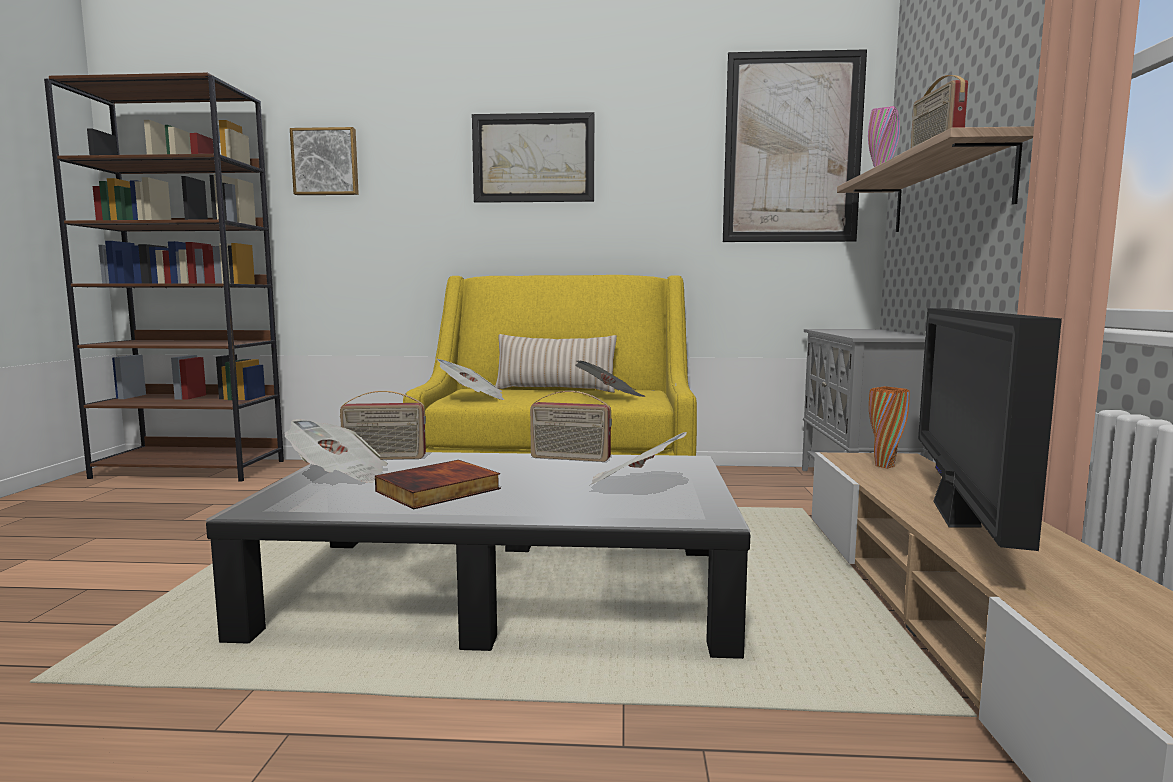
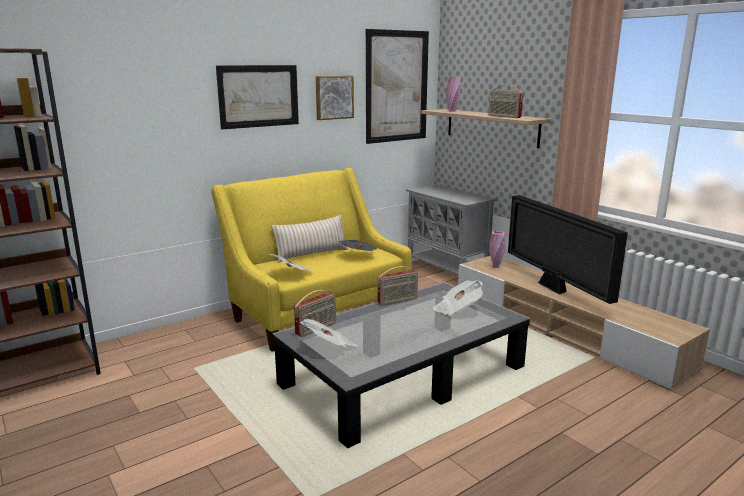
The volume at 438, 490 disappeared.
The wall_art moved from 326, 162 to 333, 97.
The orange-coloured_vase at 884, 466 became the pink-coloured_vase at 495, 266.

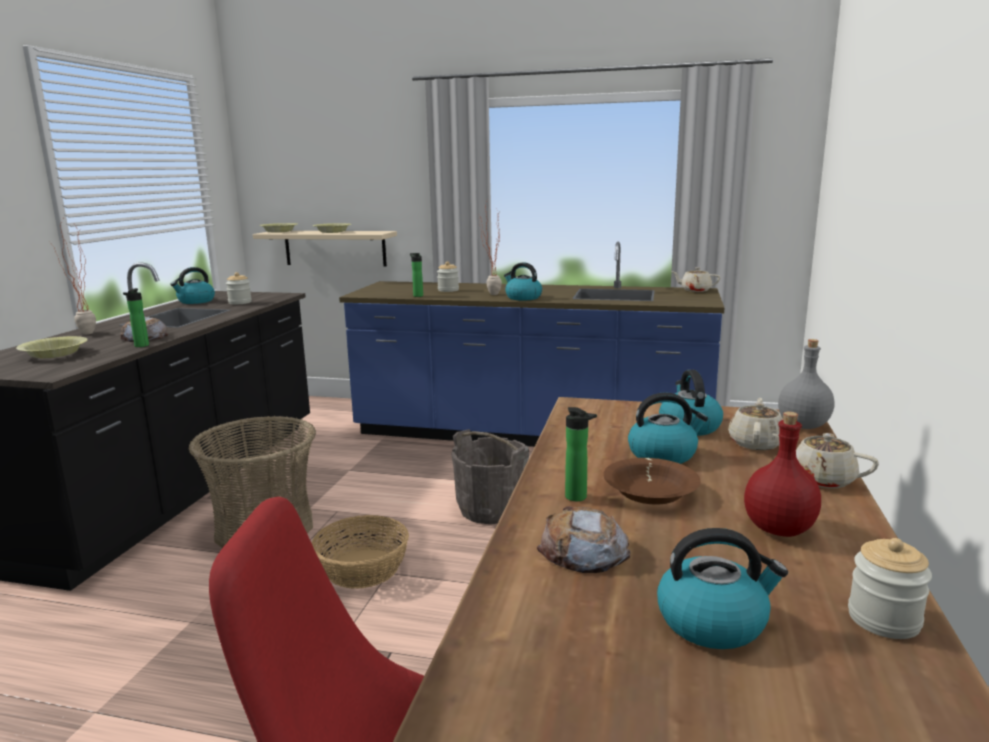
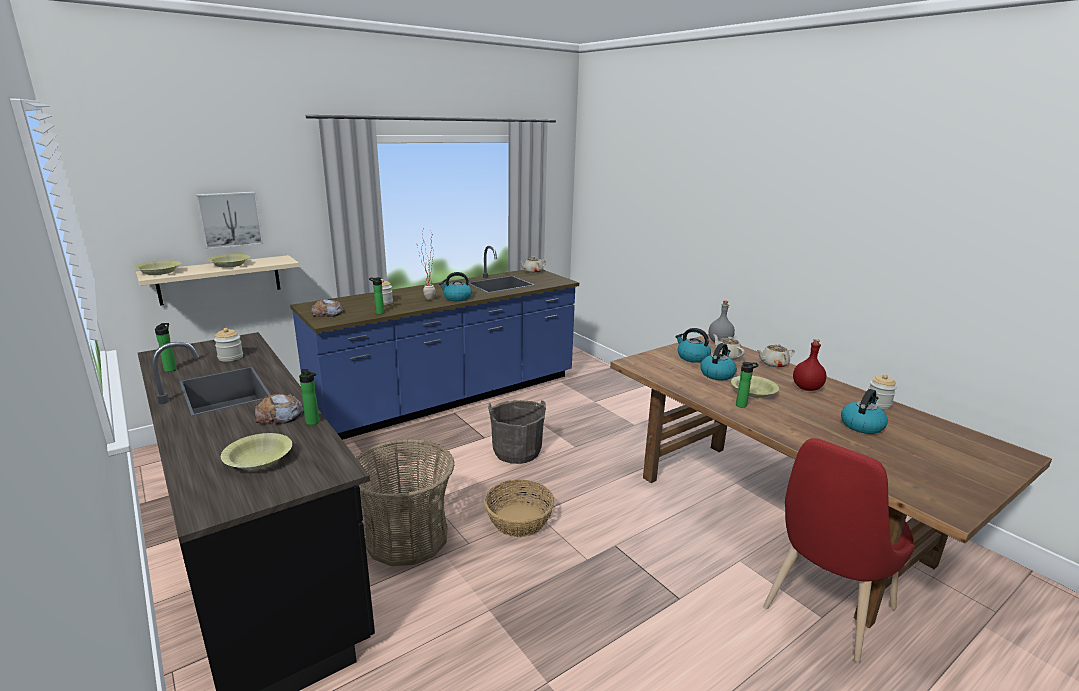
The potted_plant at 83, 335 disappeared.
The wall_art at 230, 219 appeared.
The bread moved from 583, 551 to 327, 313.
The tea_kettle at 195, 301 was replaced by the beverage_bottle at 171, 369.
The brownish_bowl at 650, 493 became the yellowish_bowl at 753, 392.

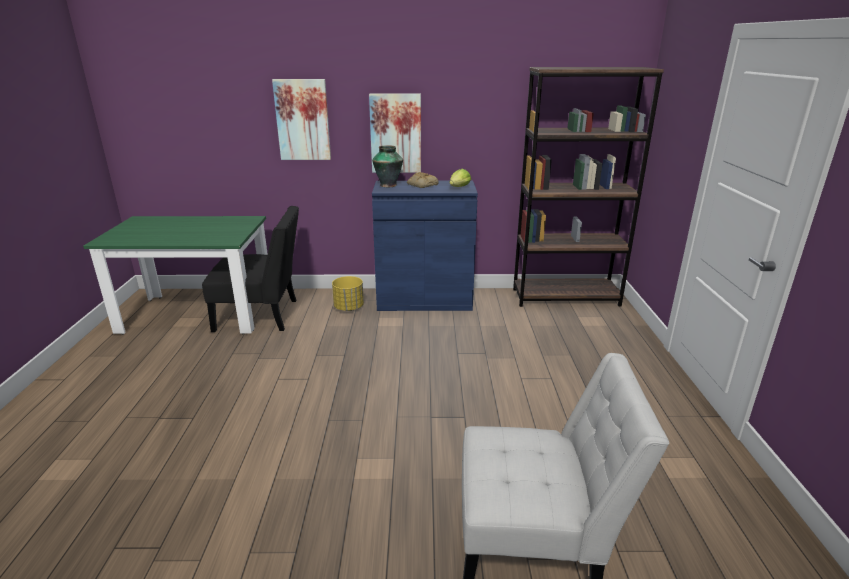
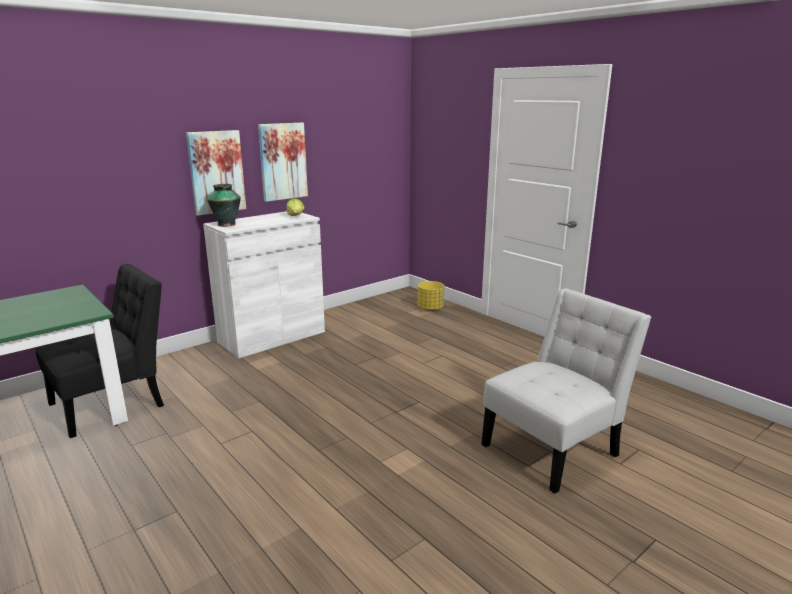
The bread at 421, 184 disappeared.
The brownish_shelving_unit at 565, 297 disappeared.
The wall_art moved from 303, 120 to 283, 161.
The yellowish_plant_pot moved from 349, 307 to 430, 308.
The bluish_cupboard at 424, 300 became the whitish_cupboard at 272, 337.

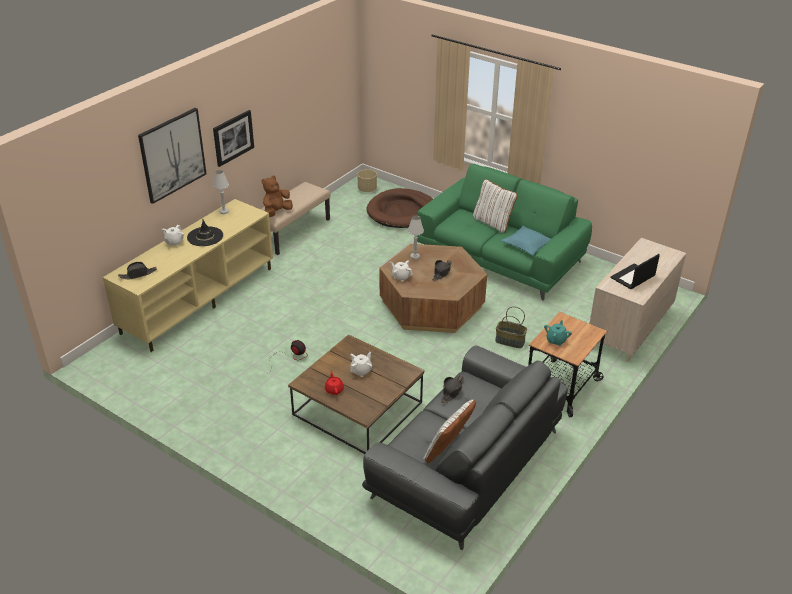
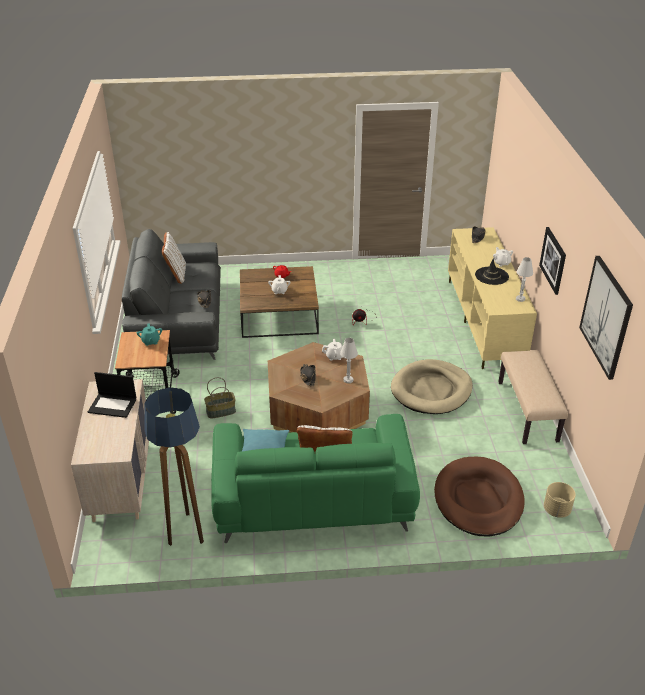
The brownish_cuddly_toy at 276, 212 disappeared.
The standard_lamp at 186, 530 appeared.
The sand-coloured_dog_bed at 431, 390 appeared.
The wall_art moved from 172, 155 to 606, 316.
The notebook_computer at 632, 277 turned 90 degrees clockwise.

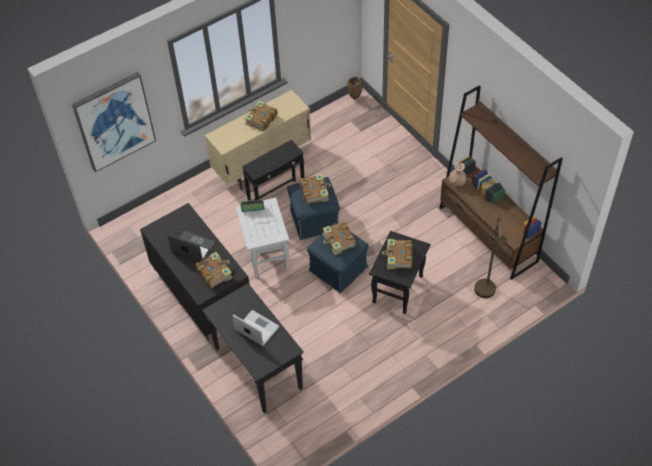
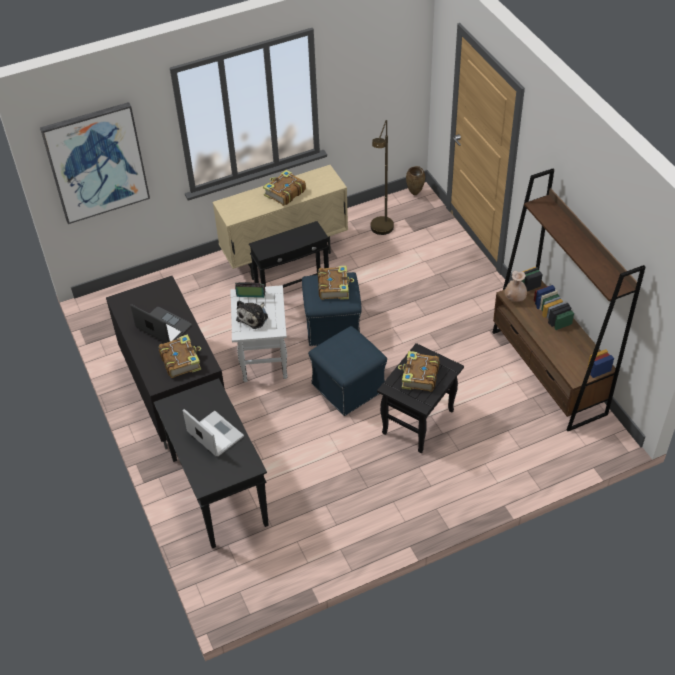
The volume at 339, 241 disappeared.
The cuddly_toy at 253, 317 appeared.
The brownish_standard_lamp moved from 485, 294 to 381, 231.

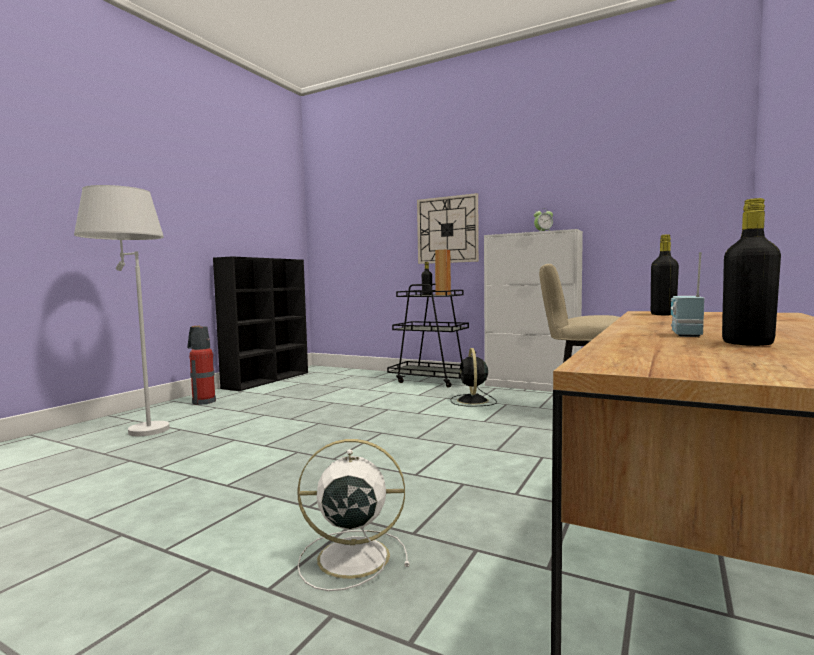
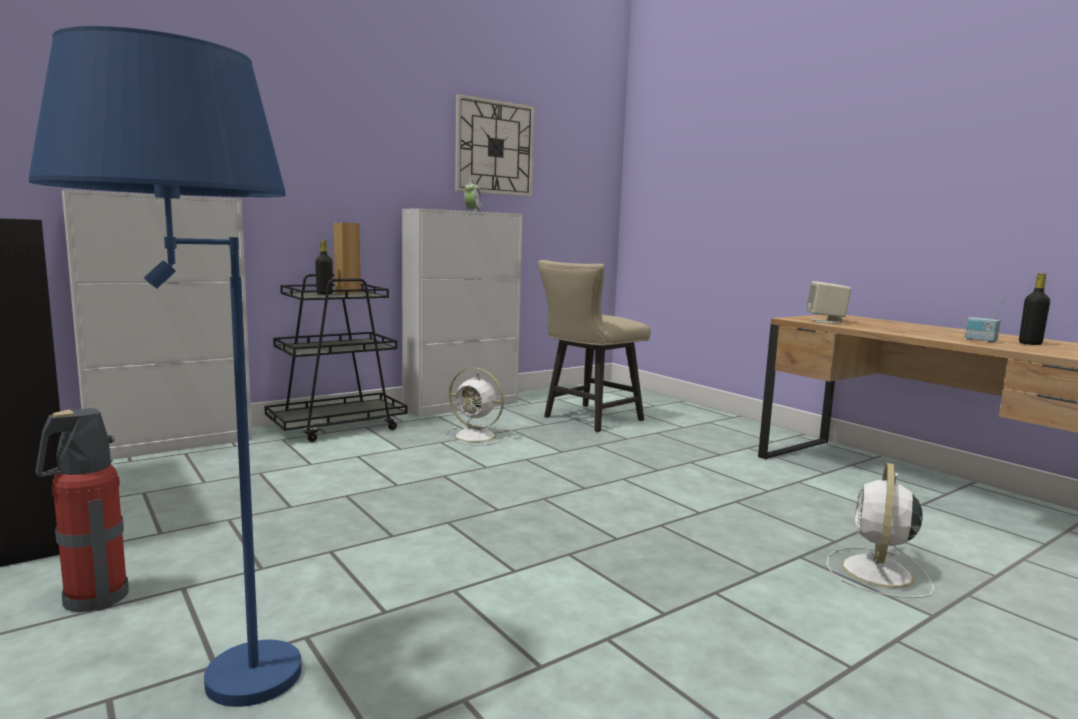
The whitish_cupboard at 172, 444 appeared.
The hanging_clock moved from 447, 230 to 494, 147.
The black-coloured_beverage_bottle at 663, 314 was replaced by the sand-coloured_loudspeaker at 826, 321.
The whitish_standard_lamp at 135, 428 became the bluish_standard_lamp at 199, 697.
The black-coloured_fan at 473, 401 became the whitish_fan at 477, 436.

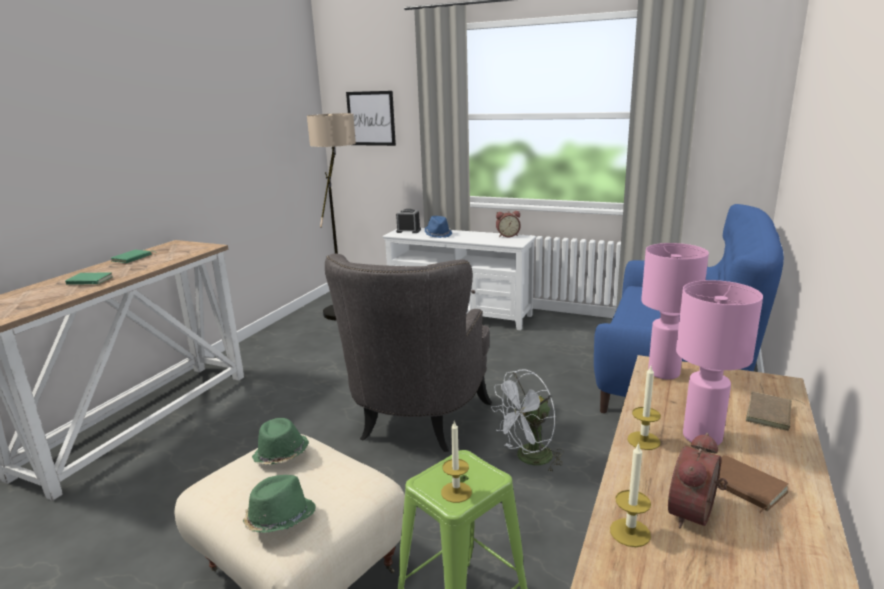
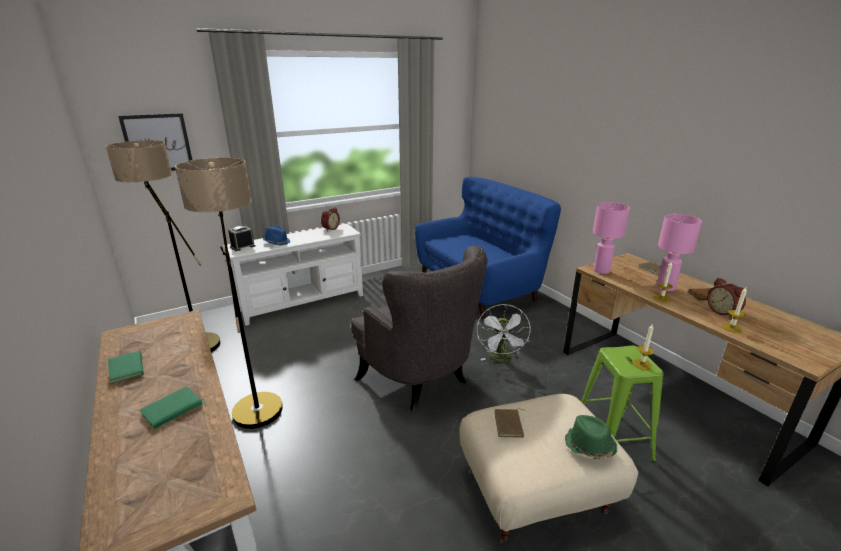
The standard_lamp at 256, 399 appeared.
The green-coloured_wearable_hat at 281, 455 was replaced by the brownish_volume at 509, 425.

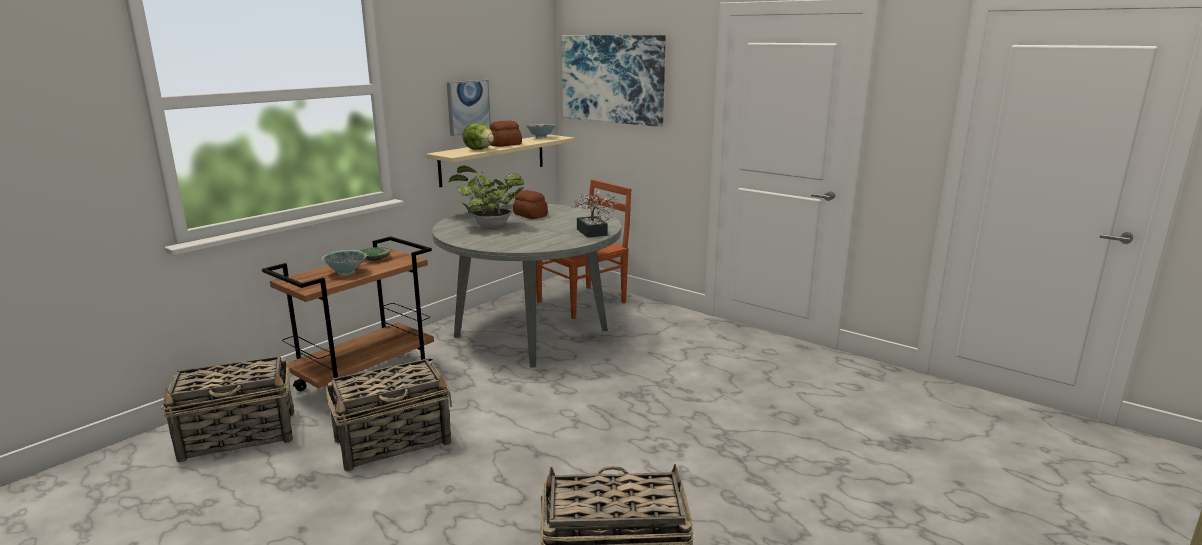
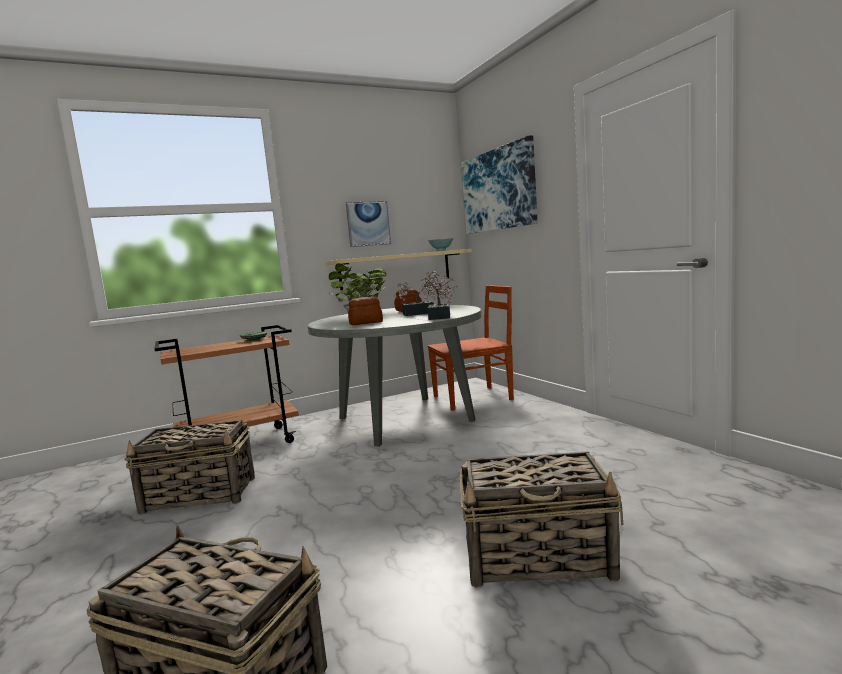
The bowl at 346, 273 disappeared.
The head_of_lettuce at 479, 149 disappeared.
The potted_plant at 422, 313 appeared.
The basket moved from 240, 436 to 539, 558.
The bread moved from 505, 145 to 366, 323.

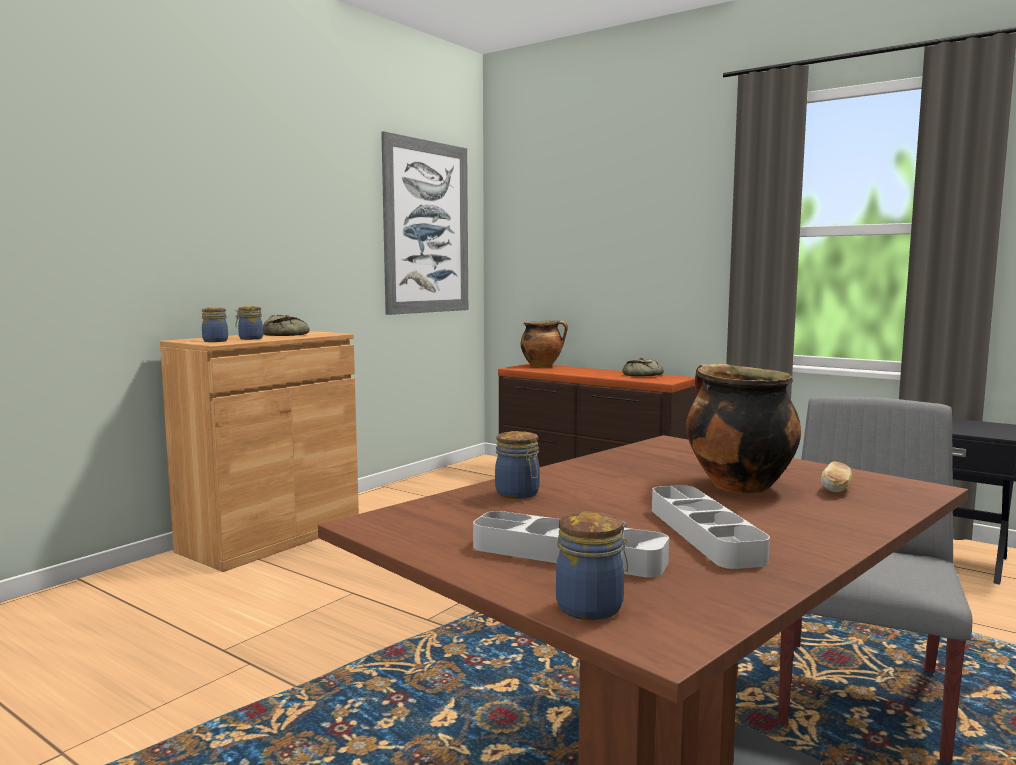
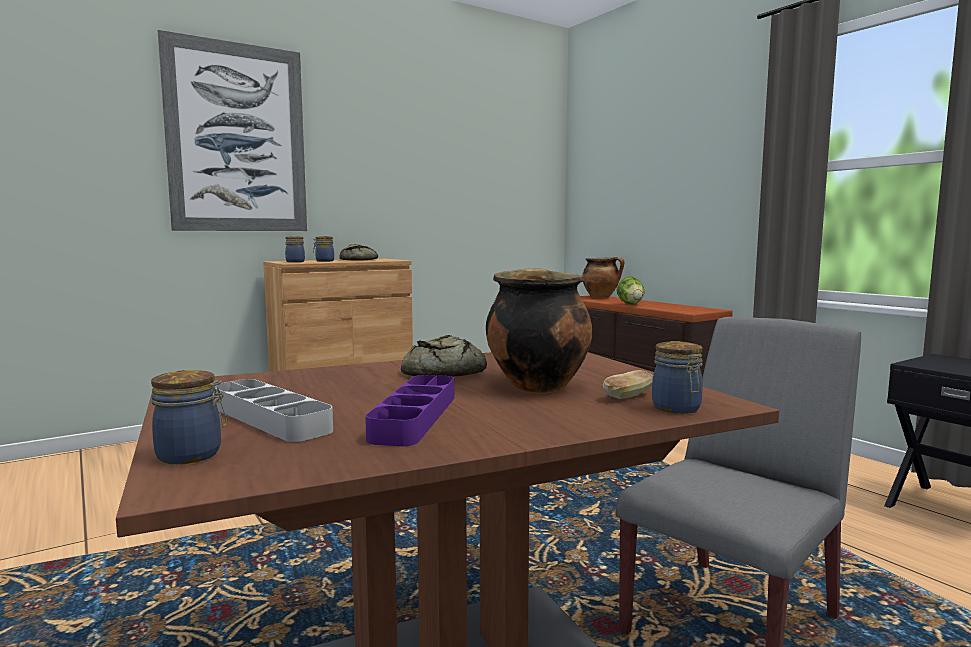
The head_of_lettuce at 630, 304 appeared.
The wall_art moved from 427, 227 to 237, 138.
The storage_jar moved from 518, 494 to 677, 409.
The bread moved from 642, 375 to 441, 372.
The gray_serving_tray at 704, 533 became the purplish_serving_tray at 415, 417.

